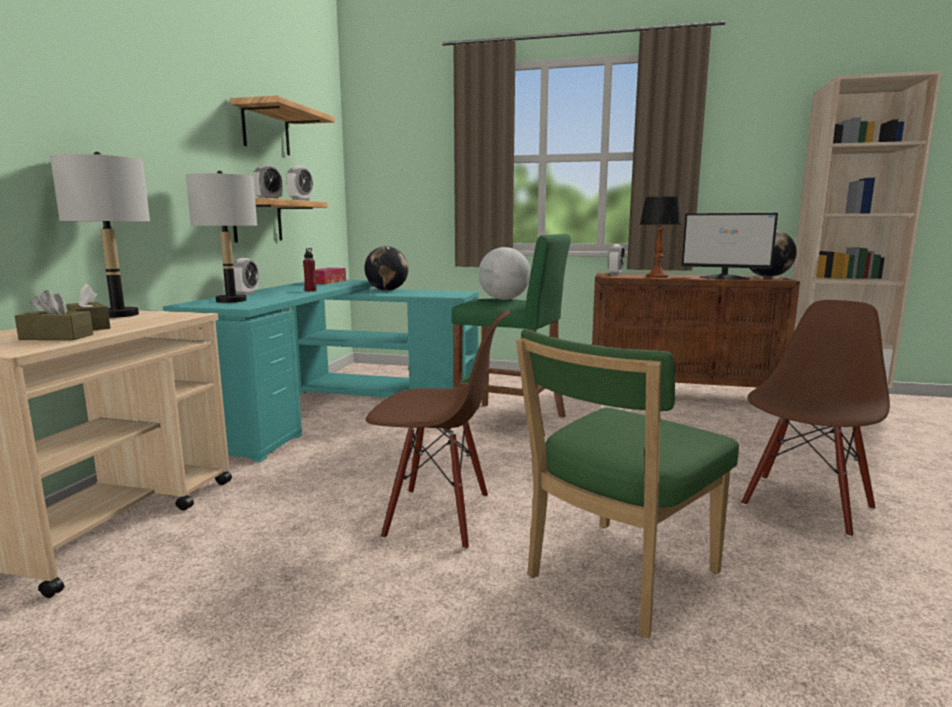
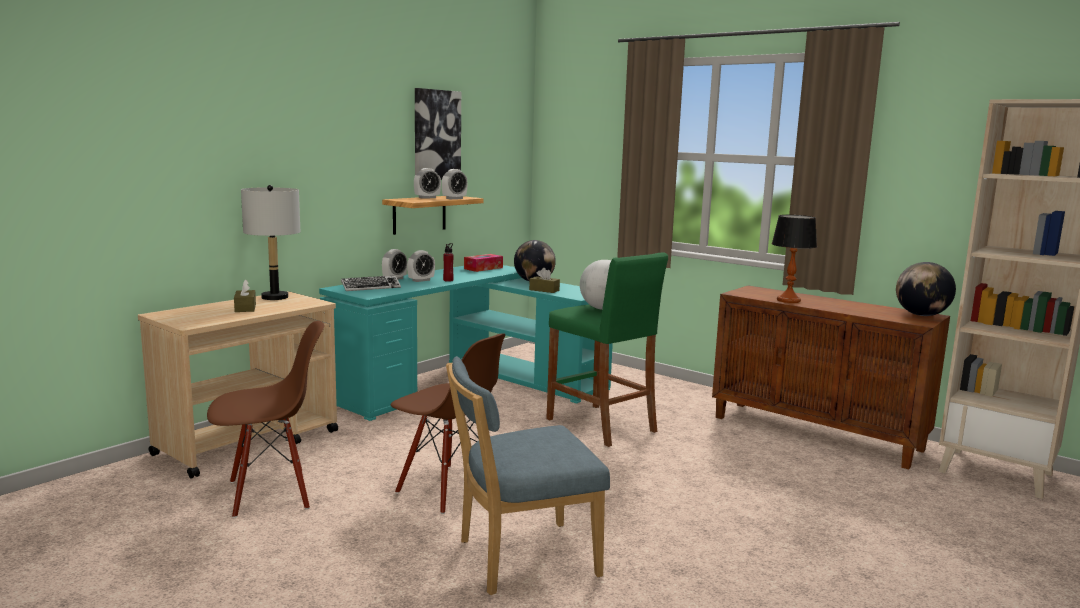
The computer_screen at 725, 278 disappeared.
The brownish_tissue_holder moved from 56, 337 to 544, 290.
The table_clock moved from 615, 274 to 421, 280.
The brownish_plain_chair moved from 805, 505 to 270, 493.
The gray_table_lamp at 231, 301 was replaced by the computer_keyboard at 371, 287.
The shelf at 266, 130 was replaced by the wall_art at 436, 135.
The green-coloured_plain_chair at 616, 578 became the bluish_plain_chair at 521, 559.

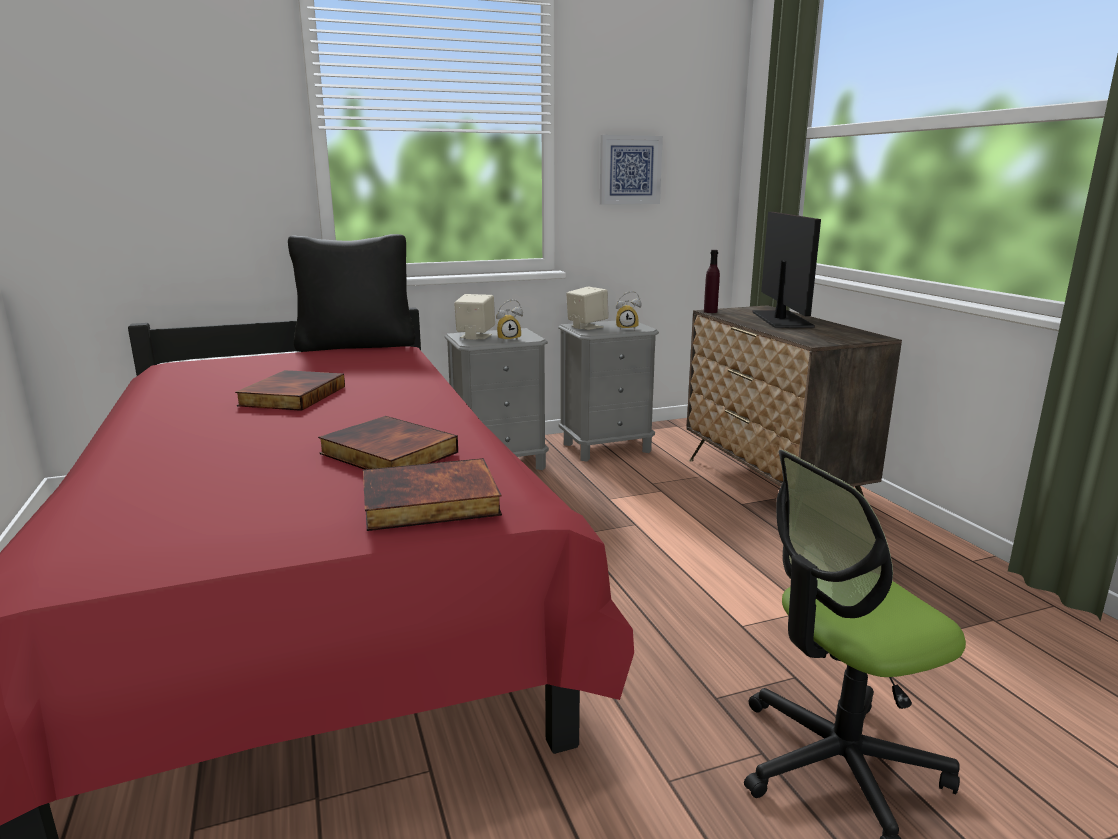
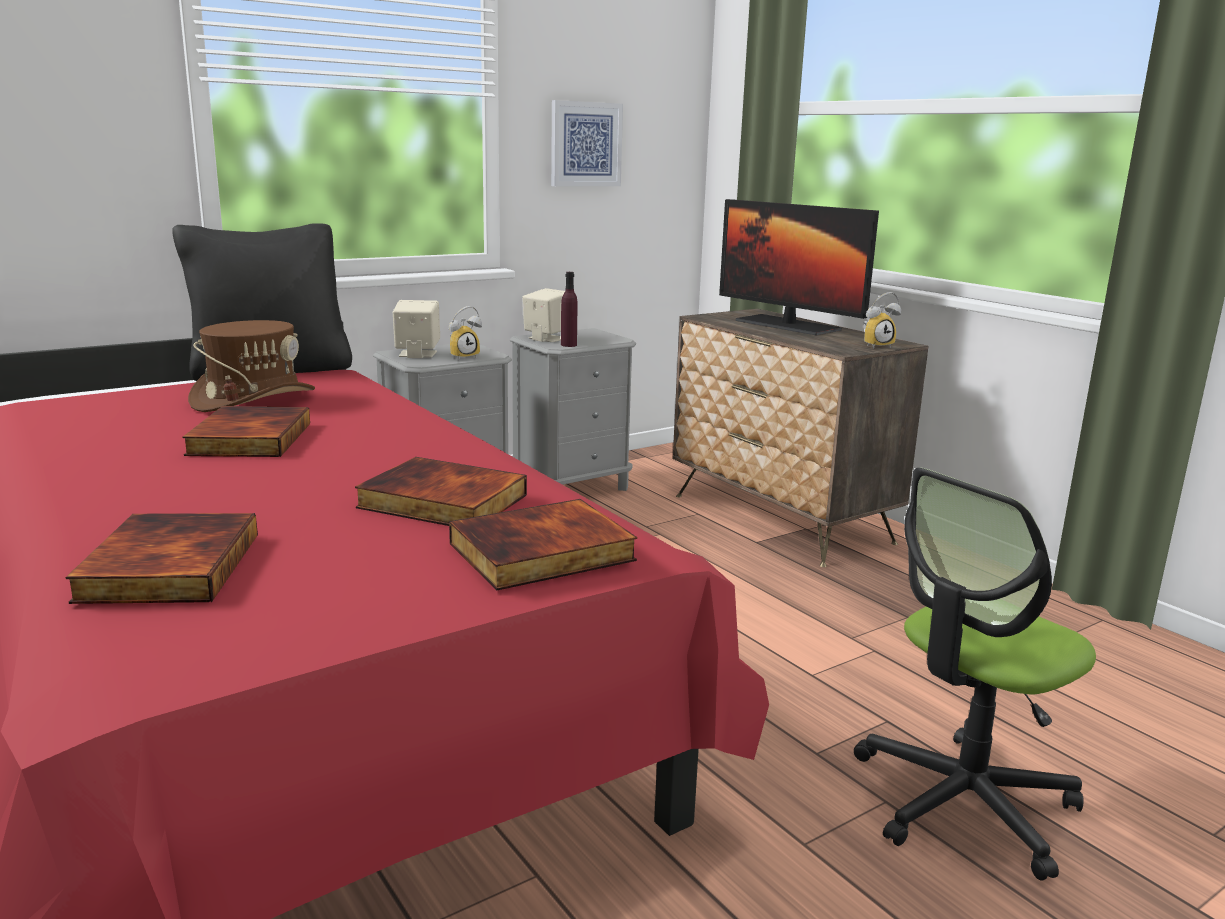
The volume at 167, 566 appeared.
The brownish_wearable_hat at 253, 399 appeared.
The table_clock moved from 627, 328 to 876, 346.
The purplish_beverage_bottle moved from 710, 311 to 568, 345.
The computer_screen at 781, 319 turned 150 degrees clockwise.

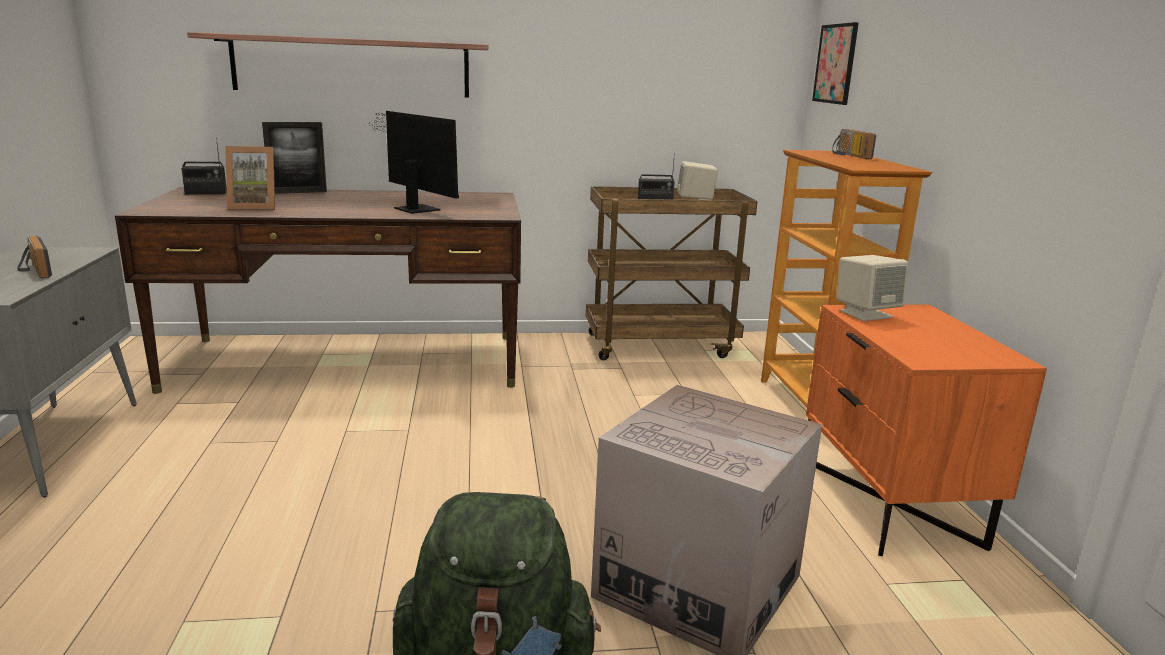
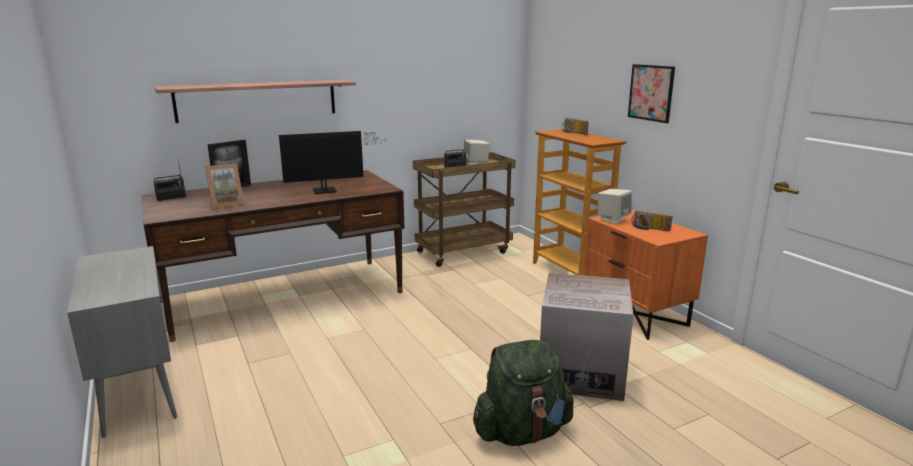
The radio moved from 33, 271 to 649, 229.
The wall_art moved from 835, 64 to 651, 93.
The computer_screen at 415, 208 turned 135 degrees clockwise.

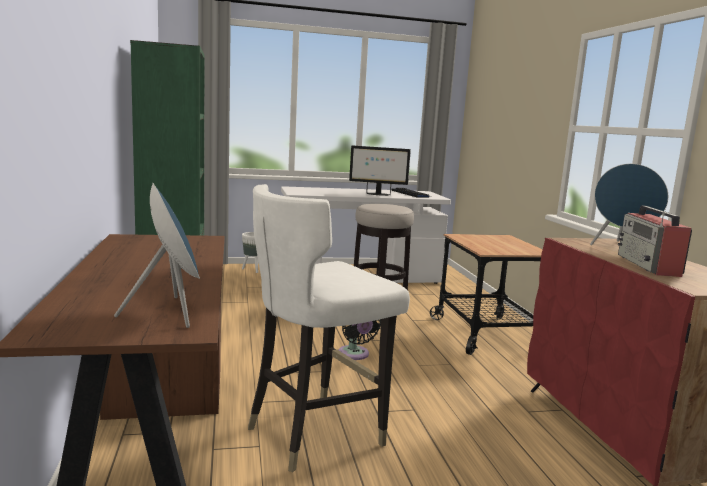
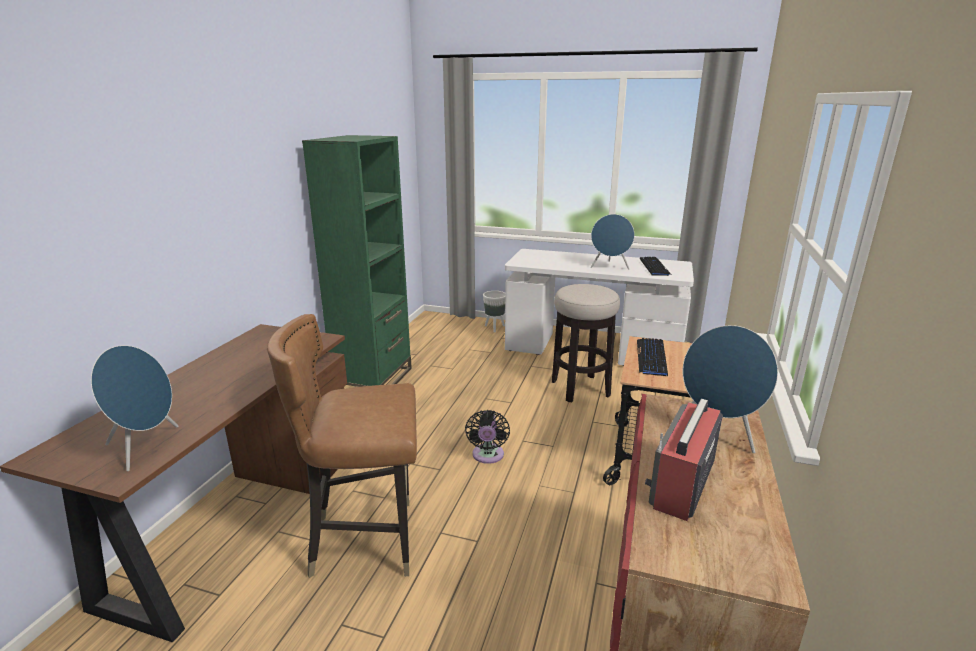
The computer_keyboard at 651, 357 appeared.
The computer_screen at 377, 194 was replaced by the bluish_loudspeaker at 609, 267.
The whitish_plain_chair at 315, 432 became the brownish_plain_chair at 366, 540.

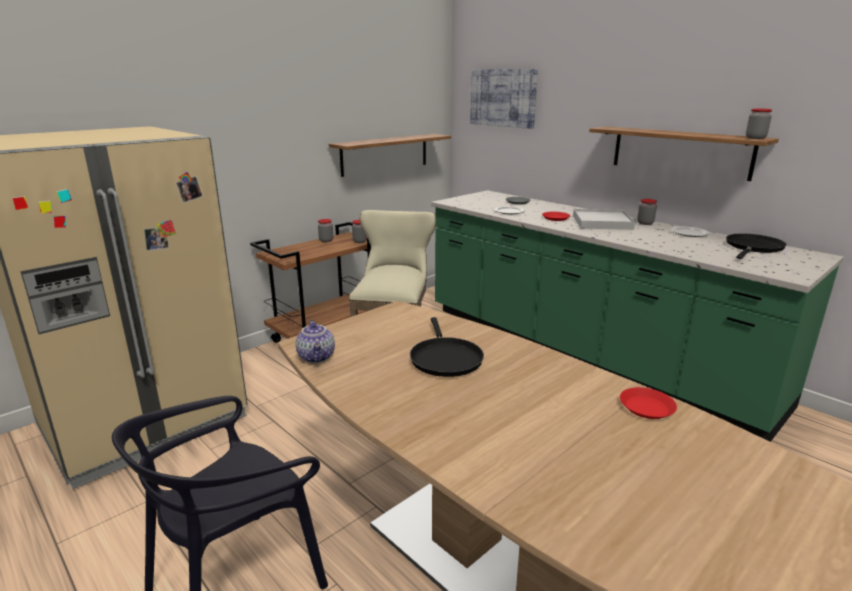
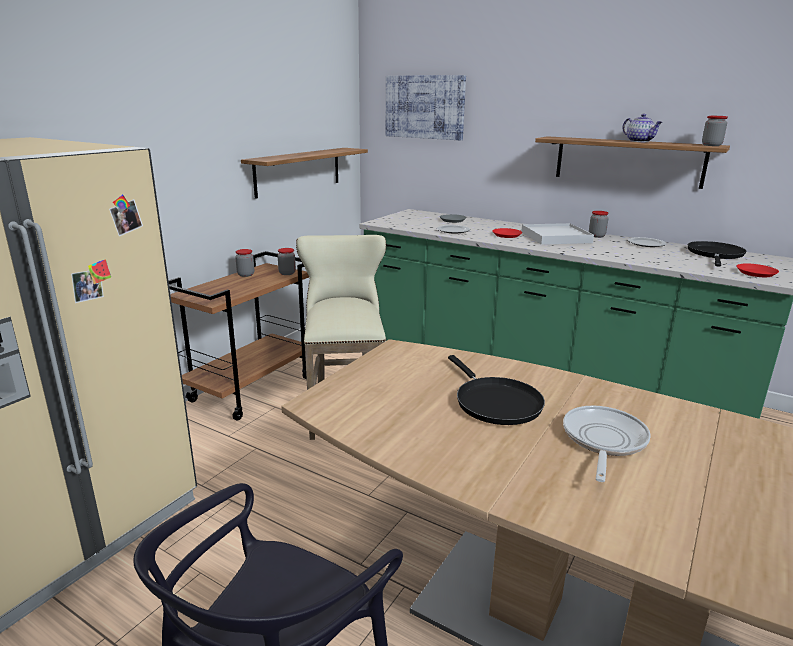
The skillet at 603, 441 appeared.
The tea_pot moved from 317, 357 to 640, 141.
The red-coloured_flat_dish moved from 646, 407 to 756, 273.

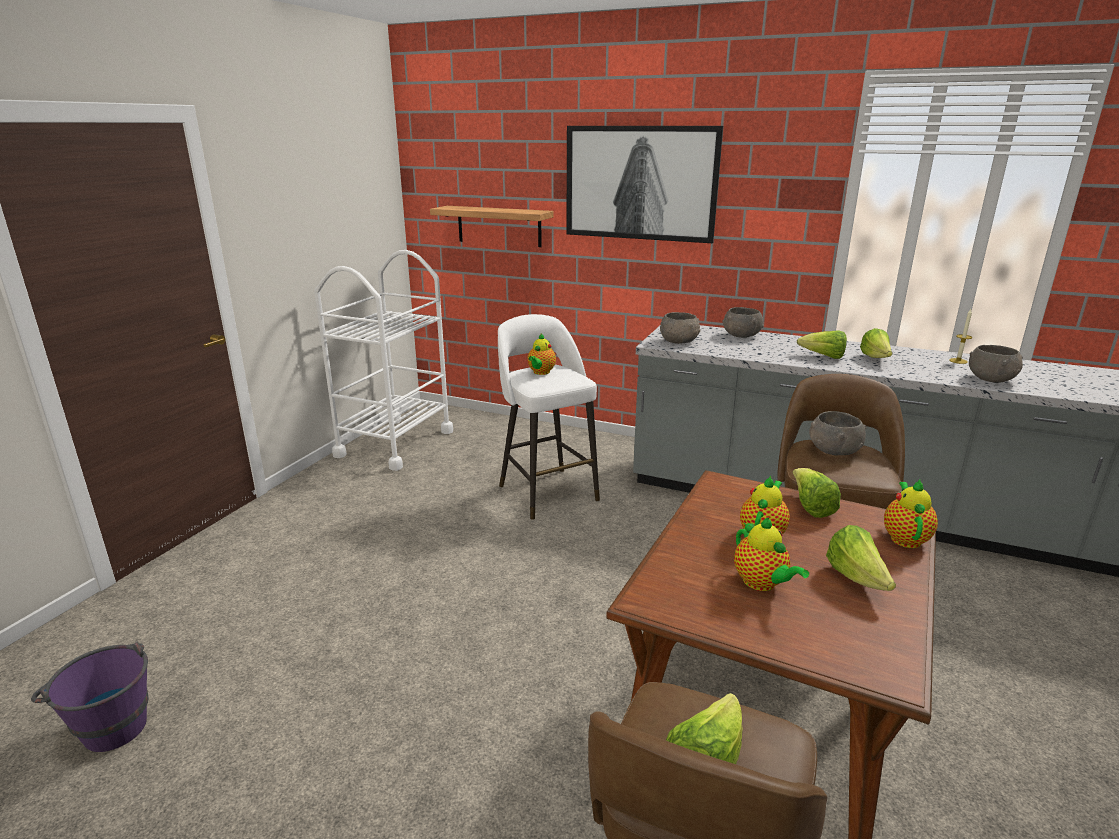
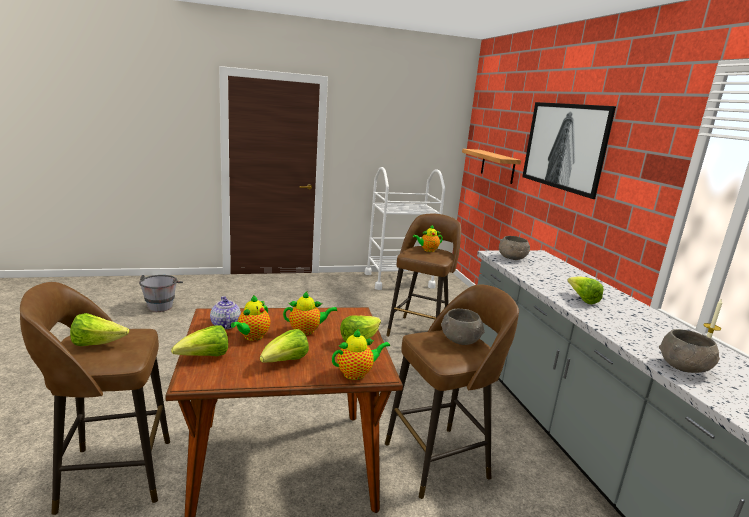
The gray_bowl at 741, 335 disappeared.
The tea_pot at 225, 325 appeared.
The head_of_lettuce moved from 876, 359 to 205, 357.
The purplish_pail at 110, 723 became the gray_pail at 162, 305.
The whitish_stool at 547, 491 became the brownish_stool at 419, 331.

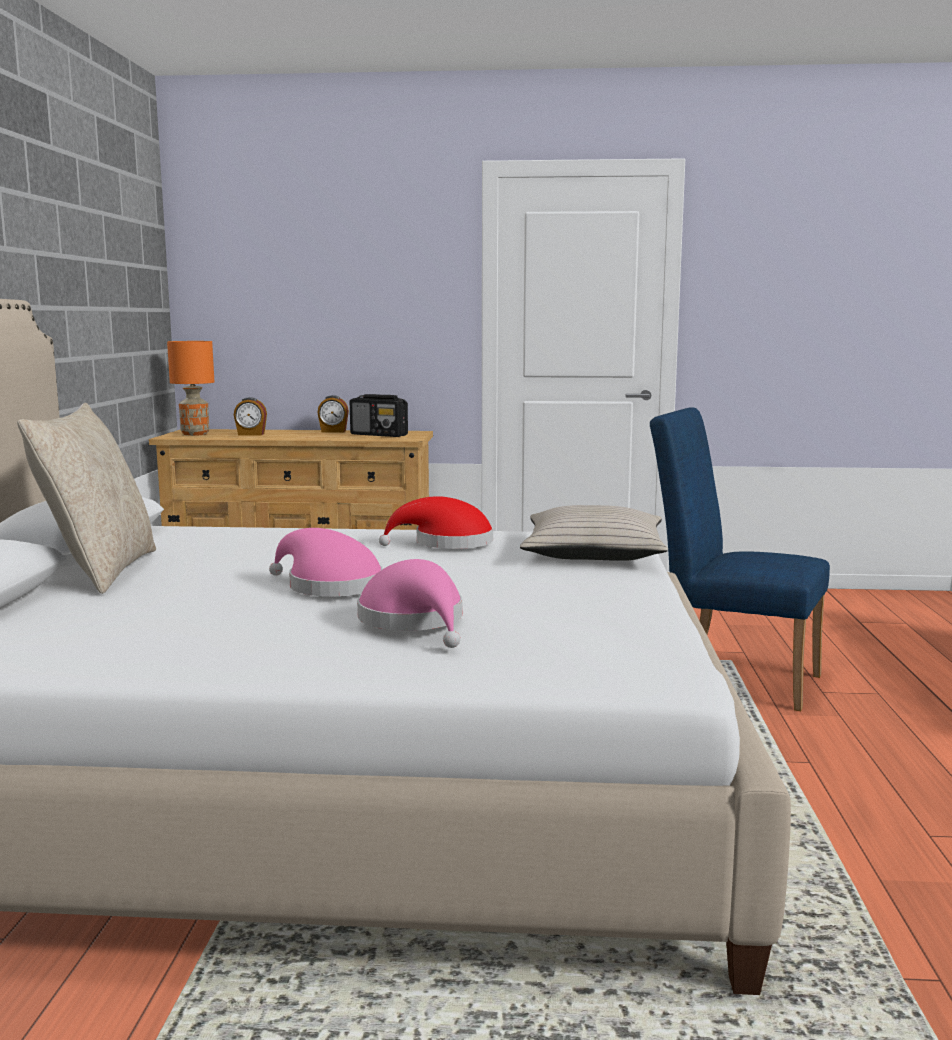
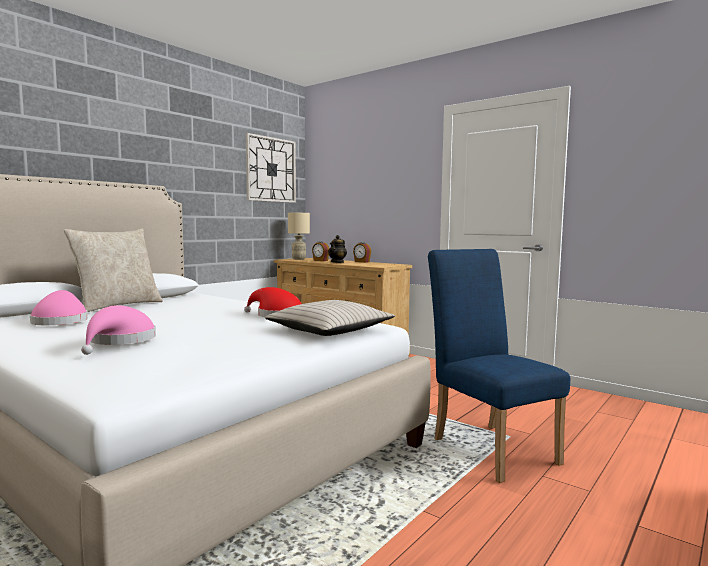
The radio at 379, 435 disappeared.
The hanging_clock at 271, 169 appeared.
The tea_pot at 337, 262 appeared.
The pink-coloured_wearable_hat moved from 329, 586 to 60, 321.
The orange-coloured_table_lamp at 196, 434 became the sand-coloured_table_lamp at 299, 259.

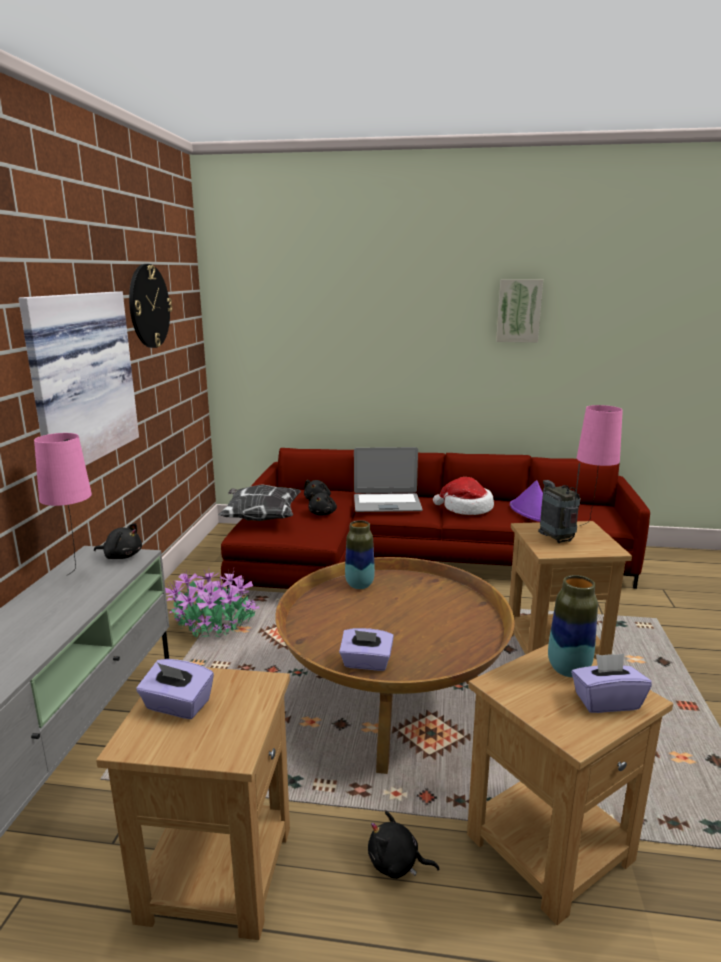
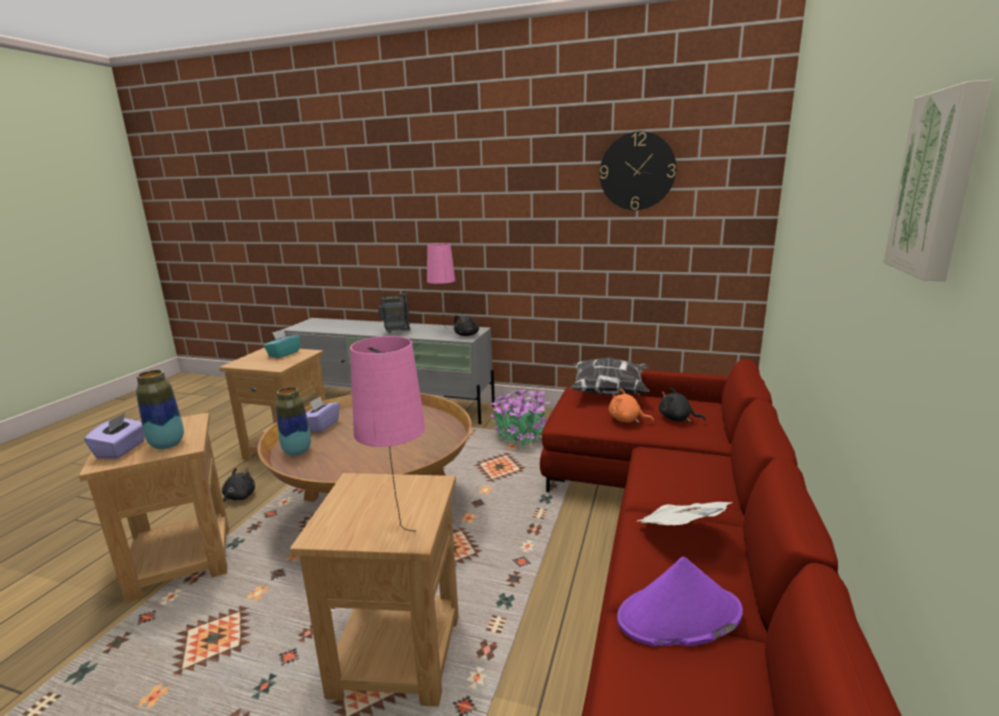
The wall_art at 79, 378 disappeared.
The notebook_computer at 387, 504 disappeared.
The vase moved from 359, 585 to 297, 451.
The radio moved from 557, 539 to 395, 332.
The wearable_hat at 466, 508 was replaced by the daily_paper at 680, 532.
The purplish_tissue_holder at 177, 706 became the turquoise_tissue_holder at 283, 354.
The black-coloured_cuddly_toy at 323, 513 became the orange-coloured_cuddly_toy at 626, 420.

